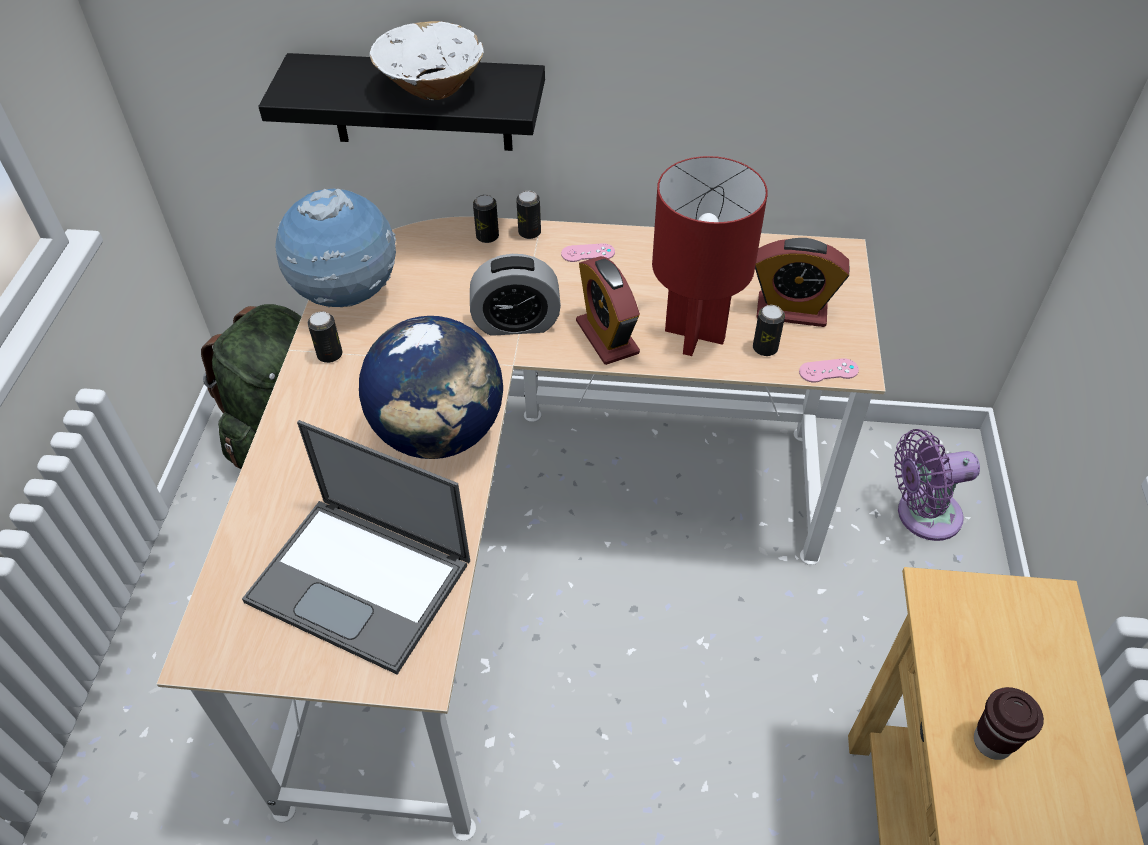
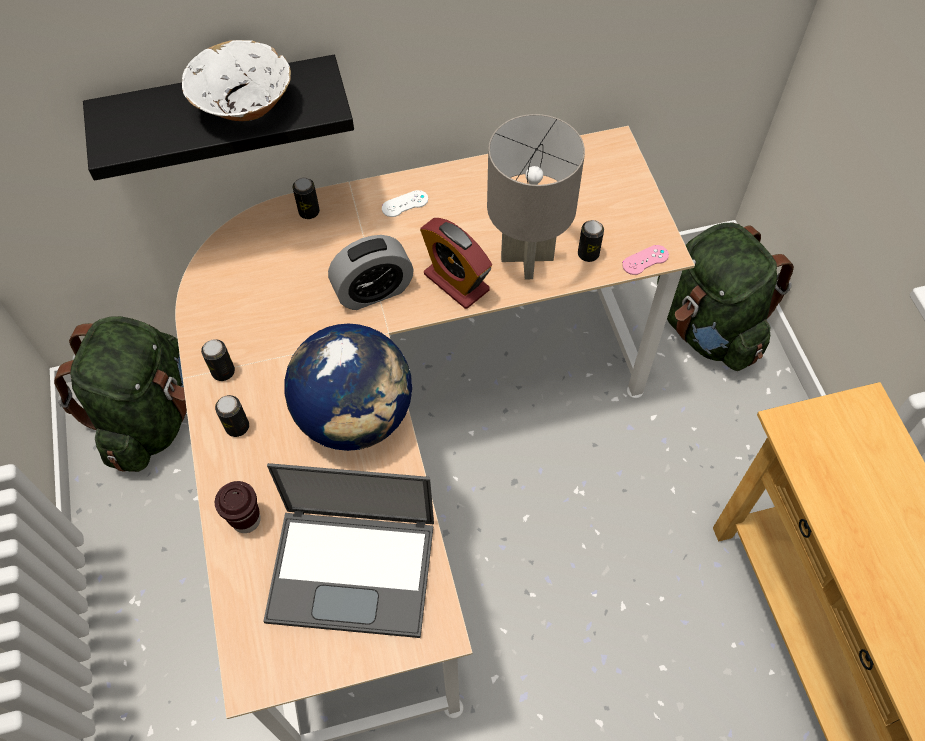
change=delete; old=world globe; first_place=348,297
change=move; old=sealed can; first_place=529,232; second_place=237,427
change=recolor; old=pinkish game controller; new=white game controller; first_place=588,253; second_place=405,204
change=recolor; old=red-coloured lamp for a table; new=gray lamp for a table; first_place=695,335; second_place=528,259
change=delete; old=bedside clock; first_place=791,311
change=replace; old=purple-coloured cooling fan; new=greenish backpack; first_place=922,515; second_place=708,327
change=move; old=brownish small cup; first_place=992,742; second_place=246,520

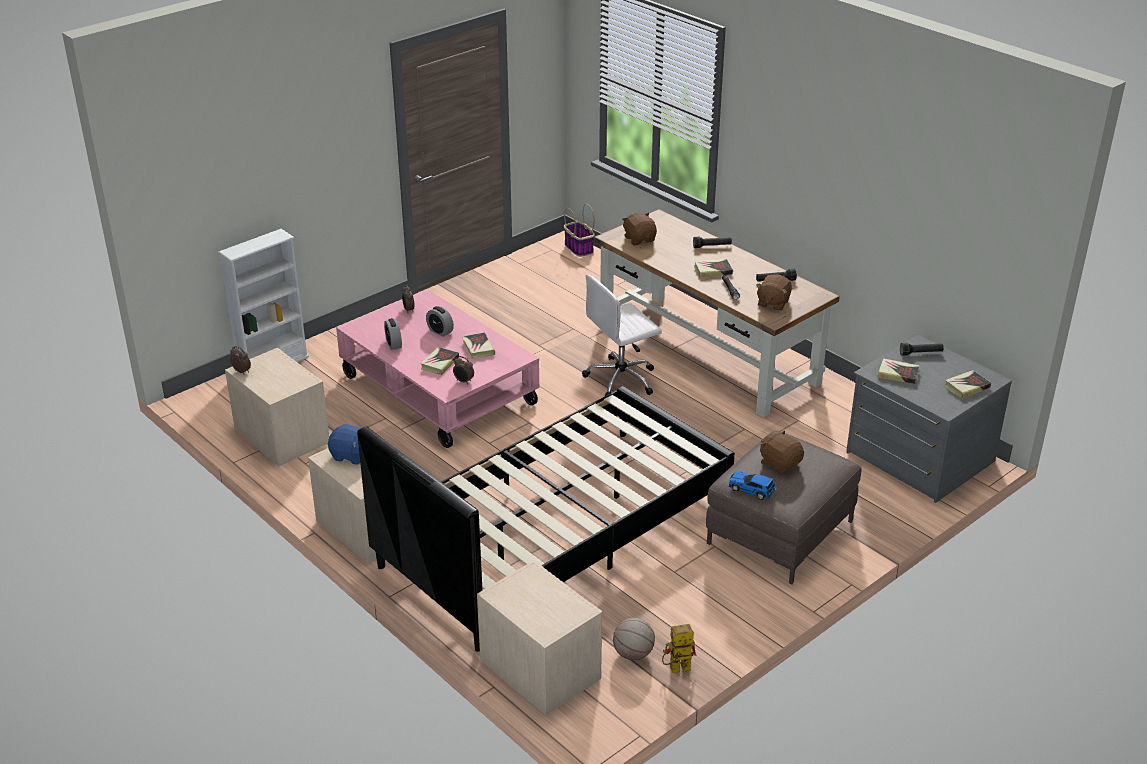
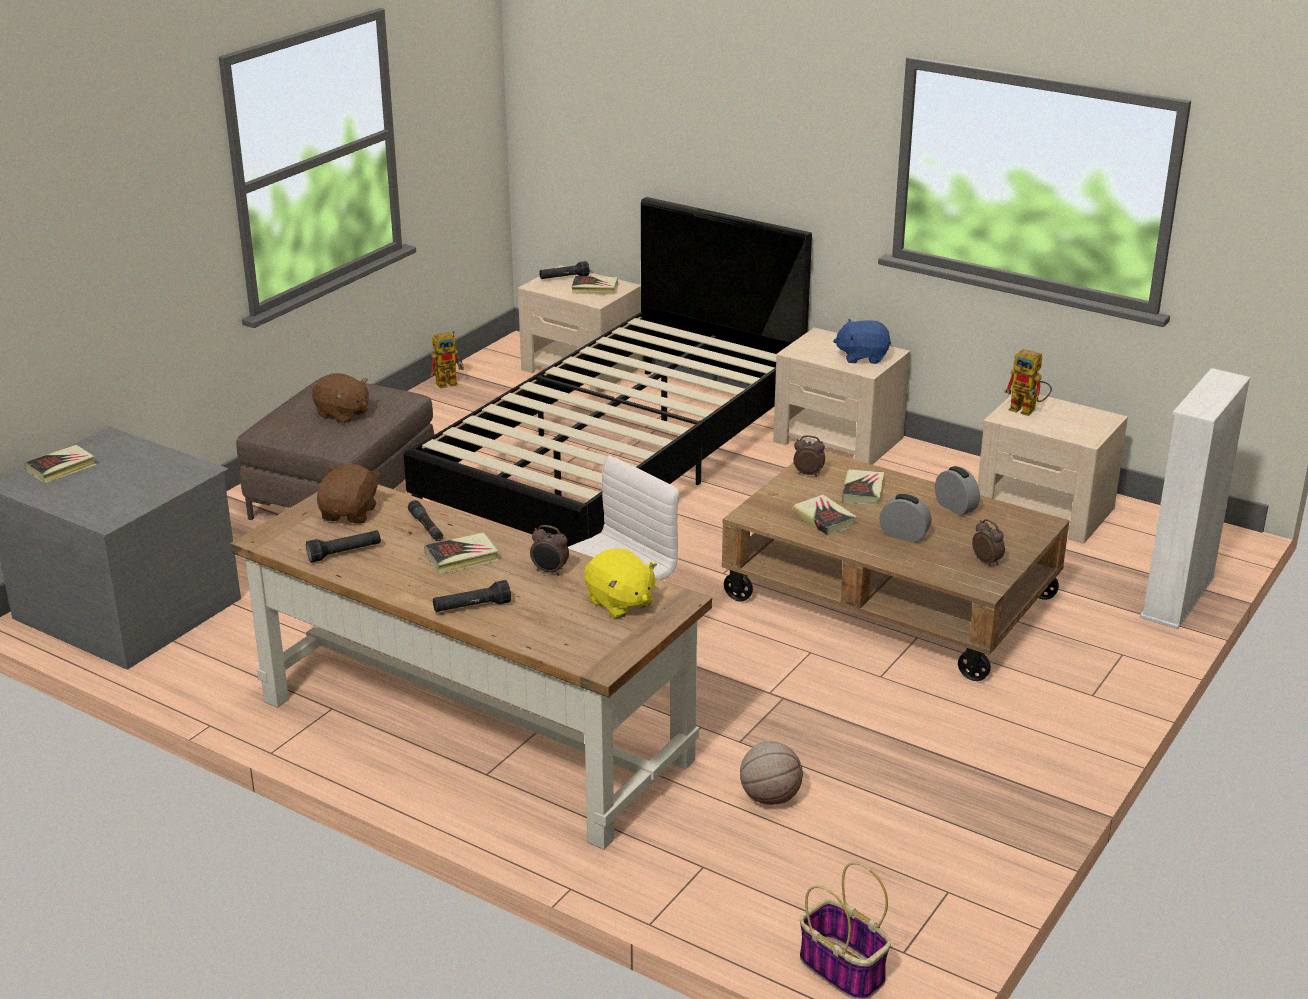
change=move; old=bedside clock; first_place=242,371; second_place=549,571
change=recolor; old=pinkish low table; new=brownish low table; first_place=439,389; second_place=889,599
change=move; old=basketball ball; first_place=633,654; second_place=769,797
change=recolor; old=brownish soft toy; new=yellow-coloured soft toy; first_place=639,239; second_place=619,603
change=delete; old=model car; first_place=752,489
change=move; old=bound book; first_place=898,374; second_place=595,289
change=move; old=black-coloured flashlight; first_place=921,353; second_place=564,278
change=insert; new=robot figure; second_place=1028,410

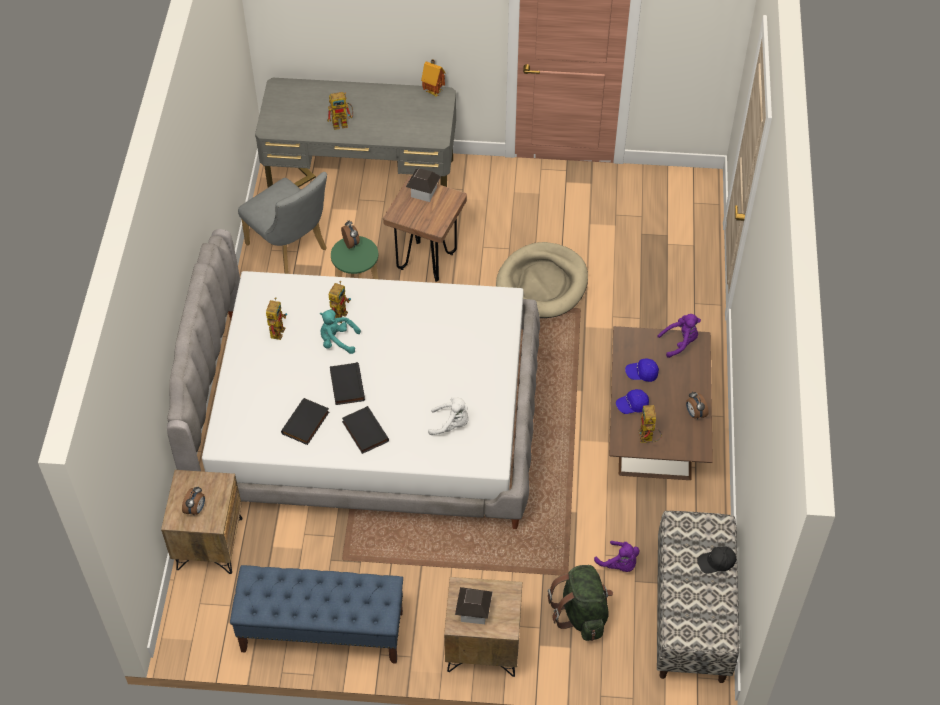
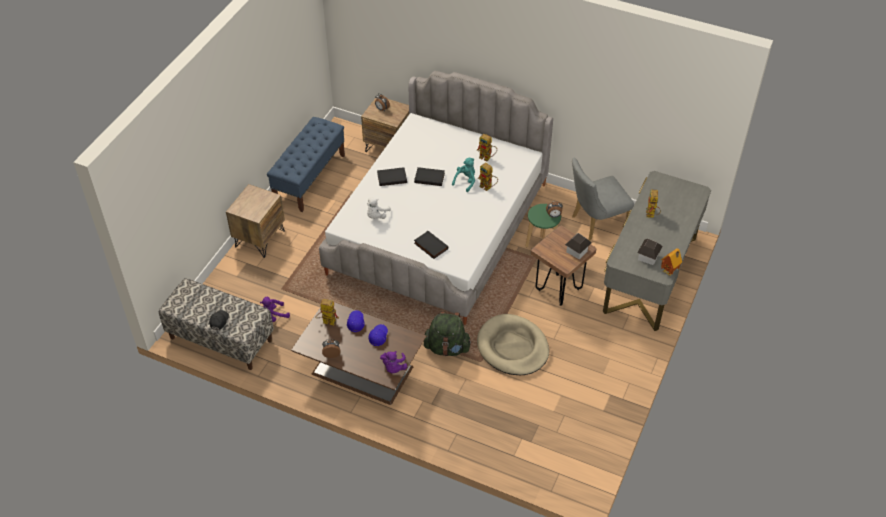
change=move; old=black-coloured bound book; first_place=306,424; second_place=430,246
change=move; old=toy house; first_place=473,611; second_place=648,257
change=move; old=greenish backpack; first_place=581,613; second_place=447,348

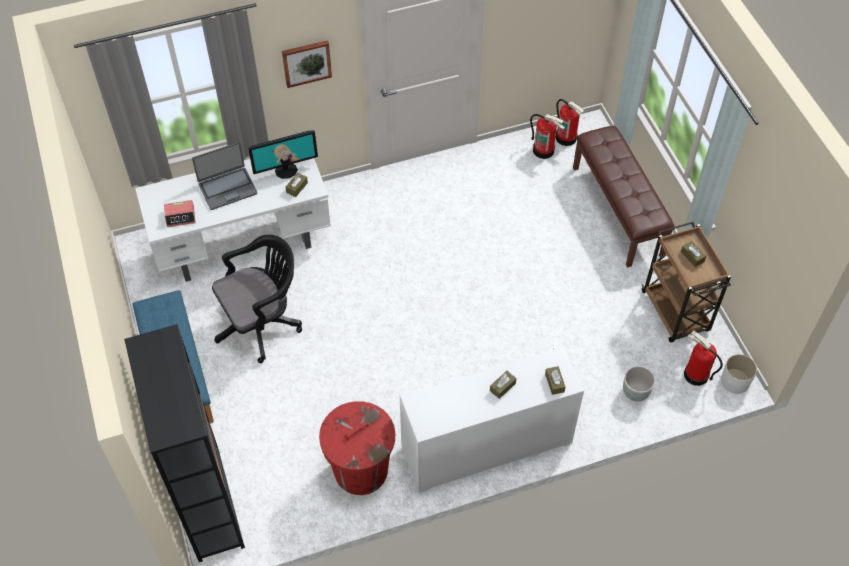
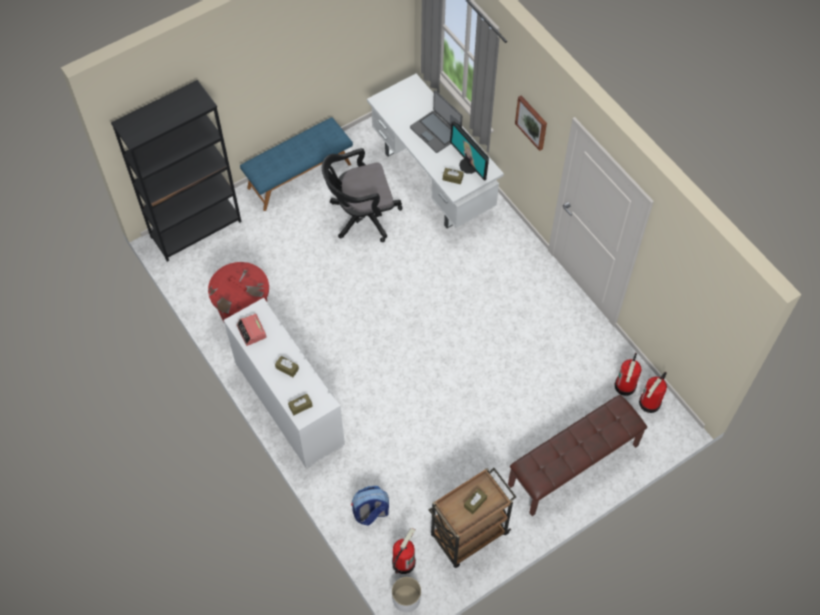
change=move; old=bedside clock; first_place=180,216; second_place=251,331
change=rotate; old=black-coloured computer chair; first_place=262,323; second_place=361,216; degrees=120
change=replace; old=gray plant pot; new=backpack; first_place=635,392; second_place=370,513

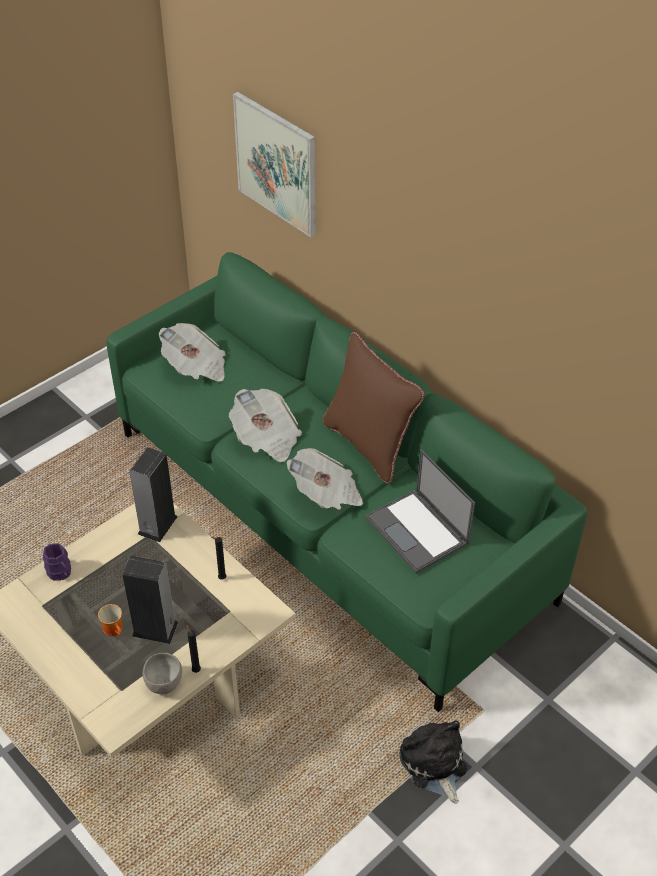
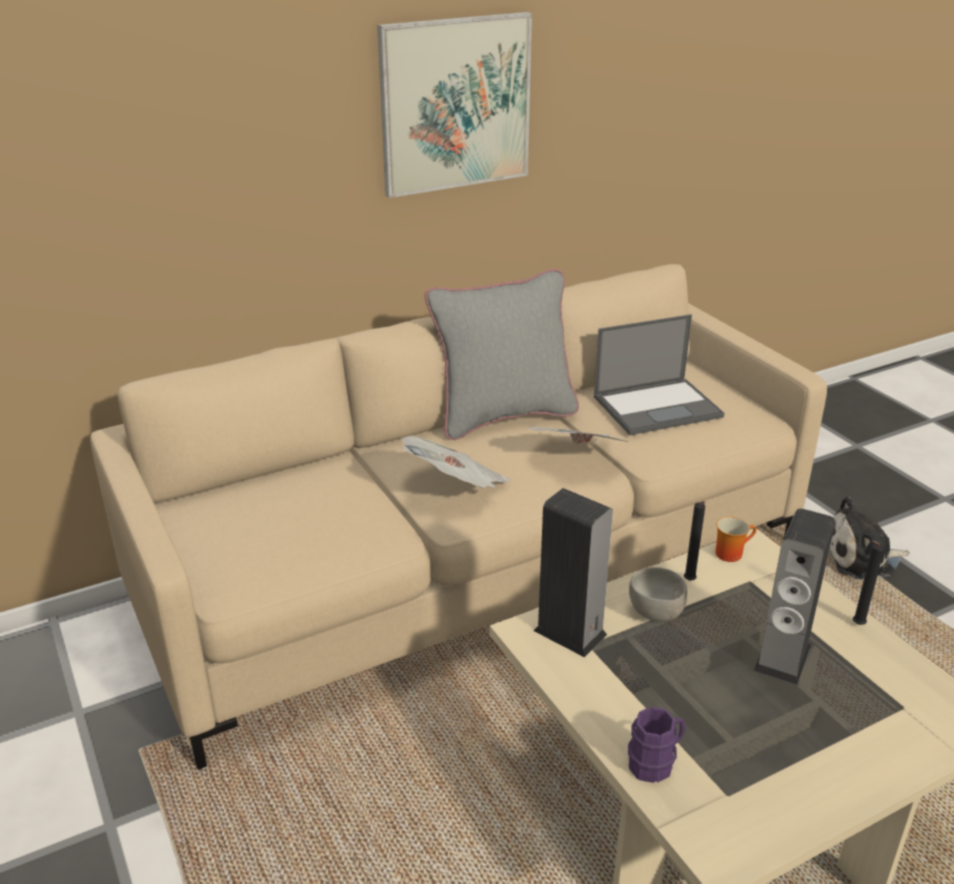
change=move; old=coffee mug; first_place=115,629; second_place=730,552
change=recolor; old=greenish couch; new=sand-coloured couch; first_place=328,515; second_place=477,573
change=move; old=gray bowl; first_place=163,683; second_place=656,614
change=delete; old=newspaper; first_place=195,367
change=move; old=wall art; first_place=277,164; second_place=455,104
change=recolor; old=brownish pillow; new=gray pillow; first_place=369,445; second_place=503,416

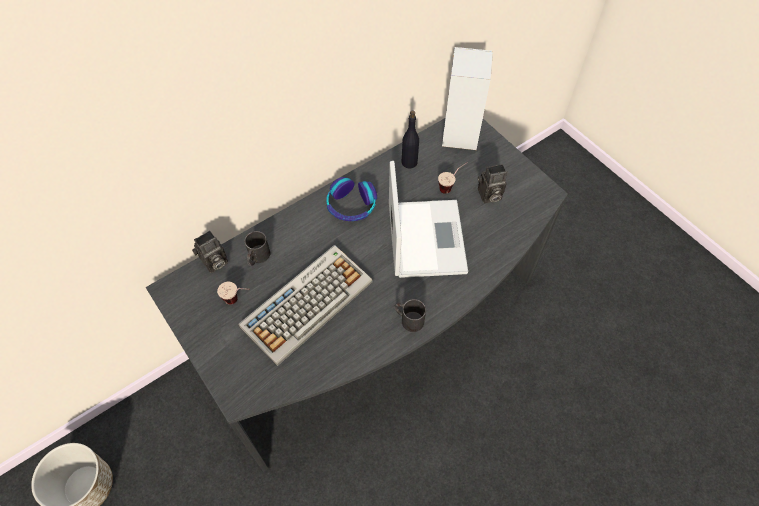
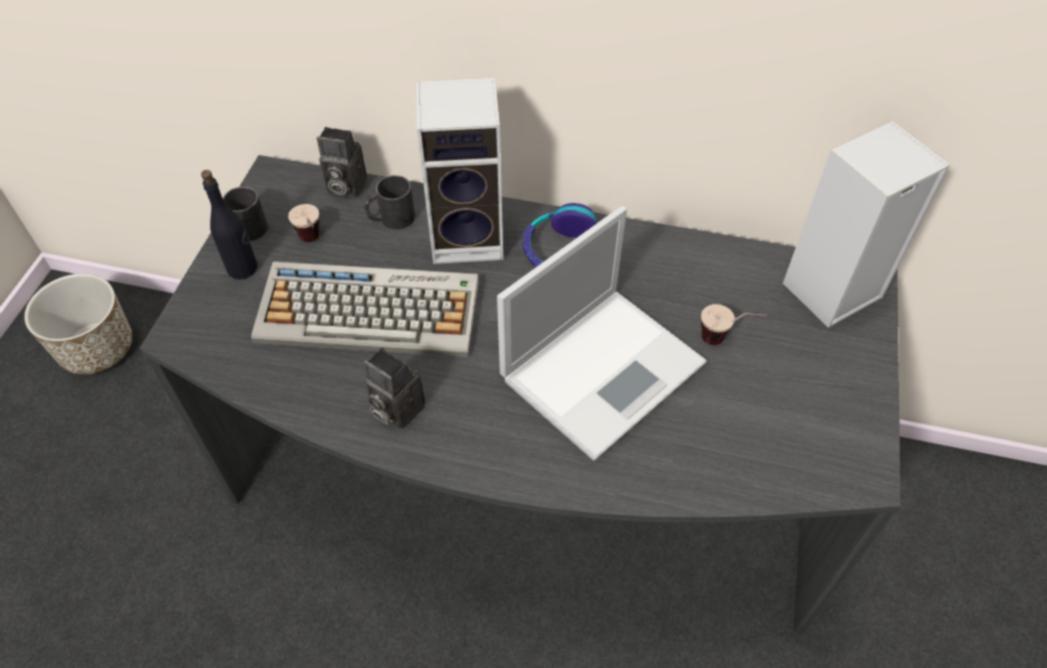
change=move; old=black-coloured coffee mug; first_place=408,319; second_place=250,223
change=move; old=black-coloured bottle; first_place=409,162; second_place=243,268
change=move; old=photo camera; first_place=488,196; second_place=394,409
change=insert; new=audio speaker; second_place=470,236

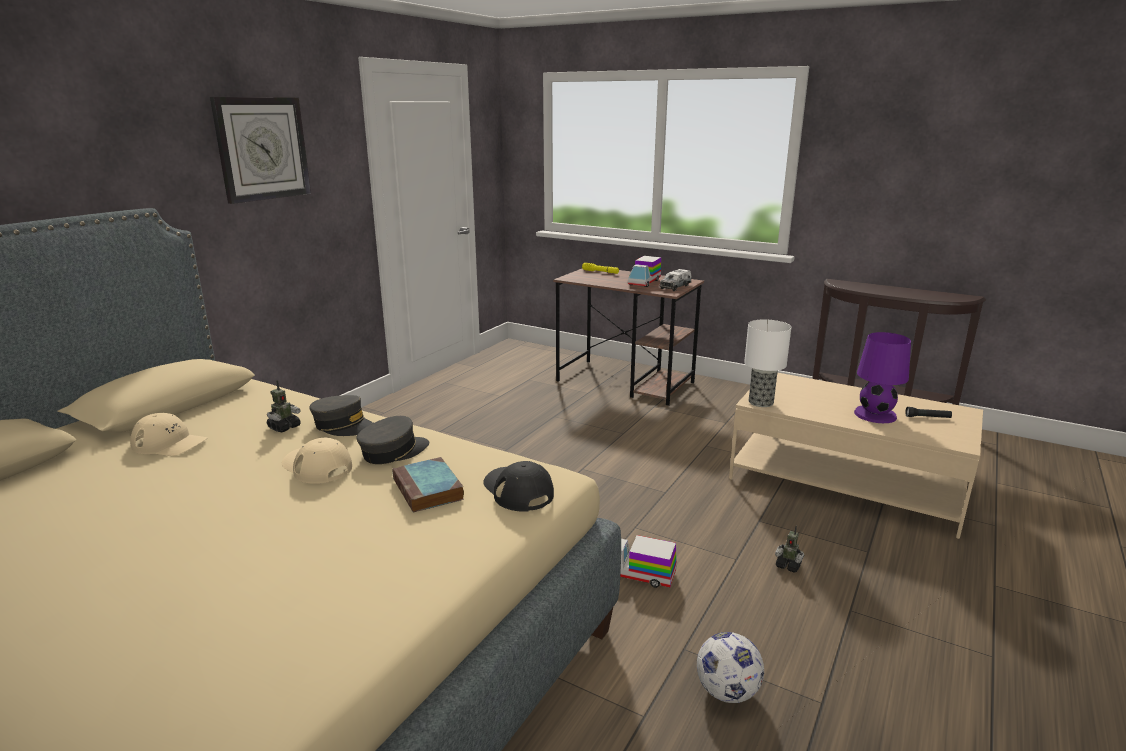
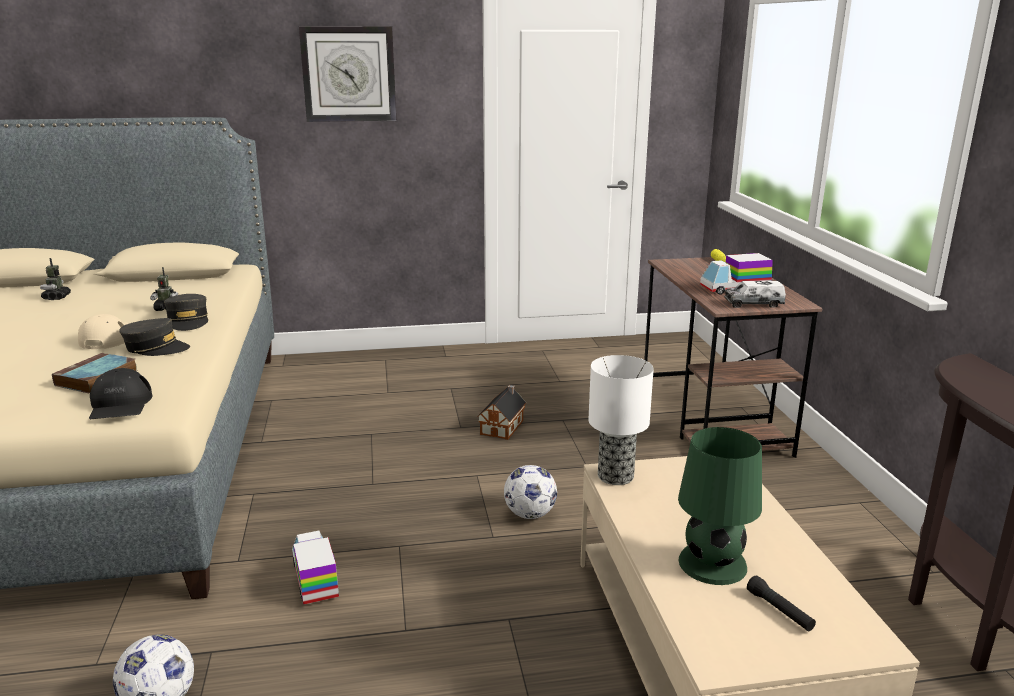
change=delete; old=sand-coloured peaked cap; first_place=169,443
change=rotate; old=black-coloured peaked cap; first_place=518,490; second_place=120,405; degrees=150
change=move; old=robot figure; first_place=788,565; second_place=57,297
change=recolor; old=purple-coloured lamp for a table; new=greenish lamp for a table; first_place=875,414; second_place=713,564
change=insert; new=toy house; second_place=503,426
change=insert; new=football; second_place=530,514

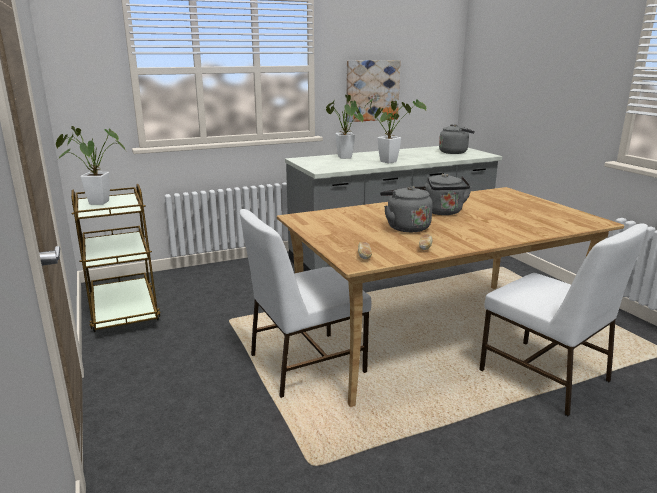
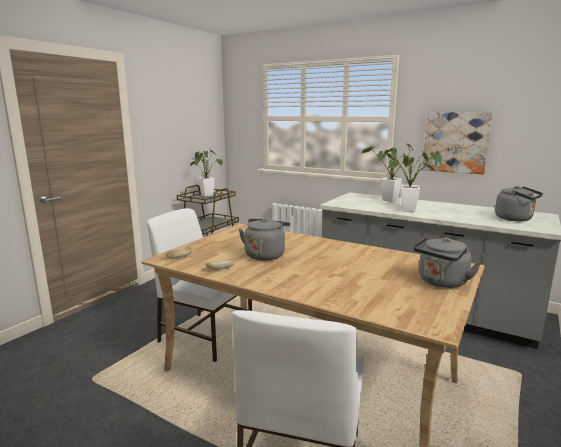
change=move; old=gray water kettle; first_place=443,212; second_place=441,282

